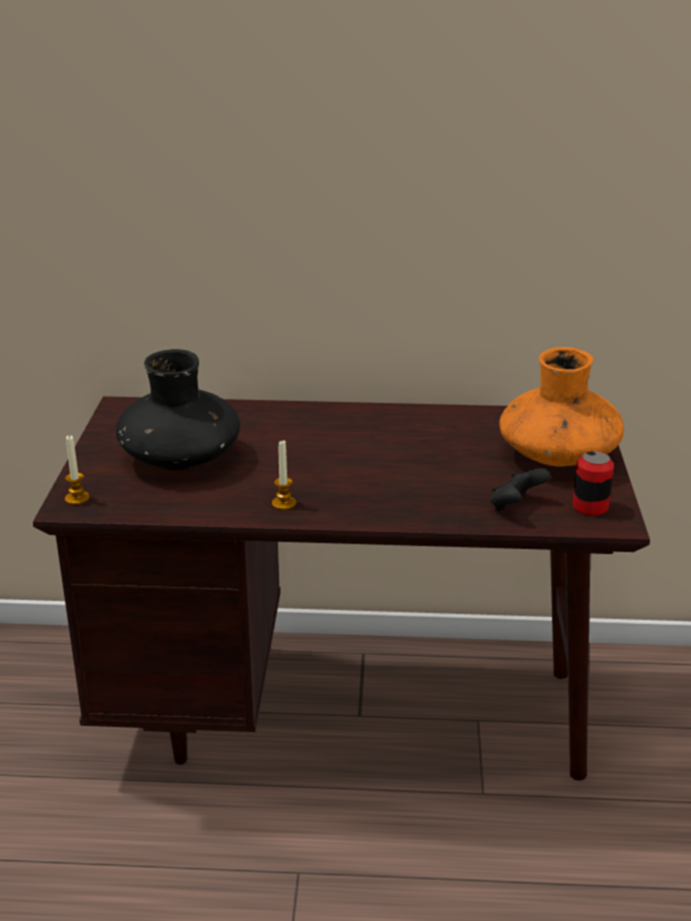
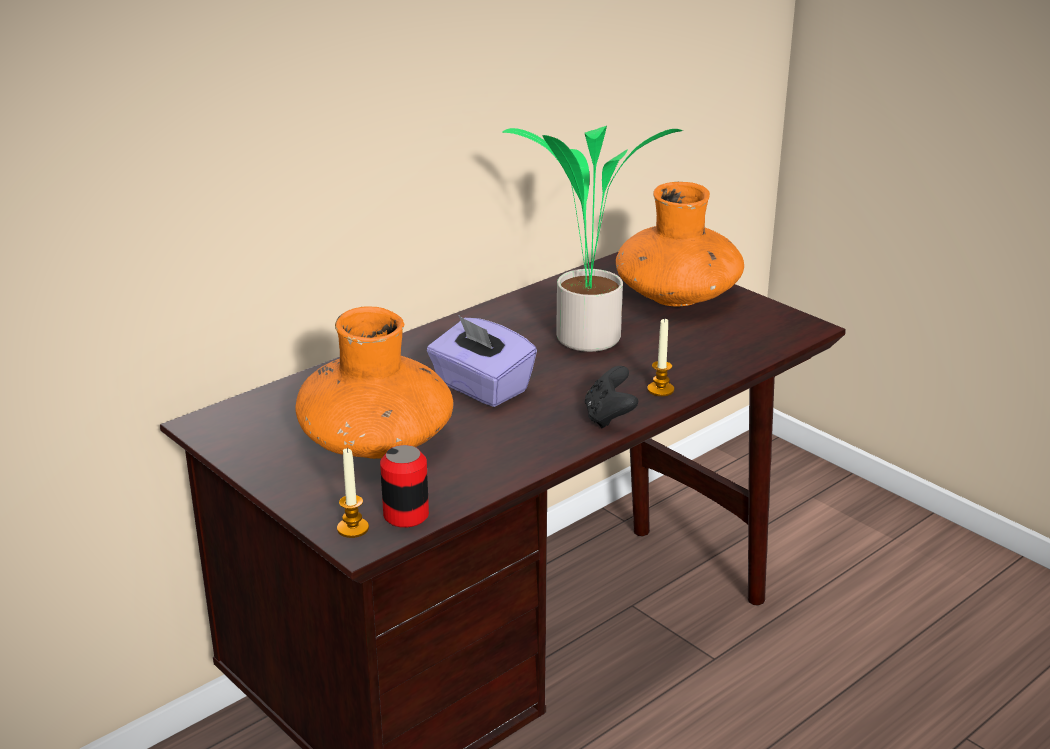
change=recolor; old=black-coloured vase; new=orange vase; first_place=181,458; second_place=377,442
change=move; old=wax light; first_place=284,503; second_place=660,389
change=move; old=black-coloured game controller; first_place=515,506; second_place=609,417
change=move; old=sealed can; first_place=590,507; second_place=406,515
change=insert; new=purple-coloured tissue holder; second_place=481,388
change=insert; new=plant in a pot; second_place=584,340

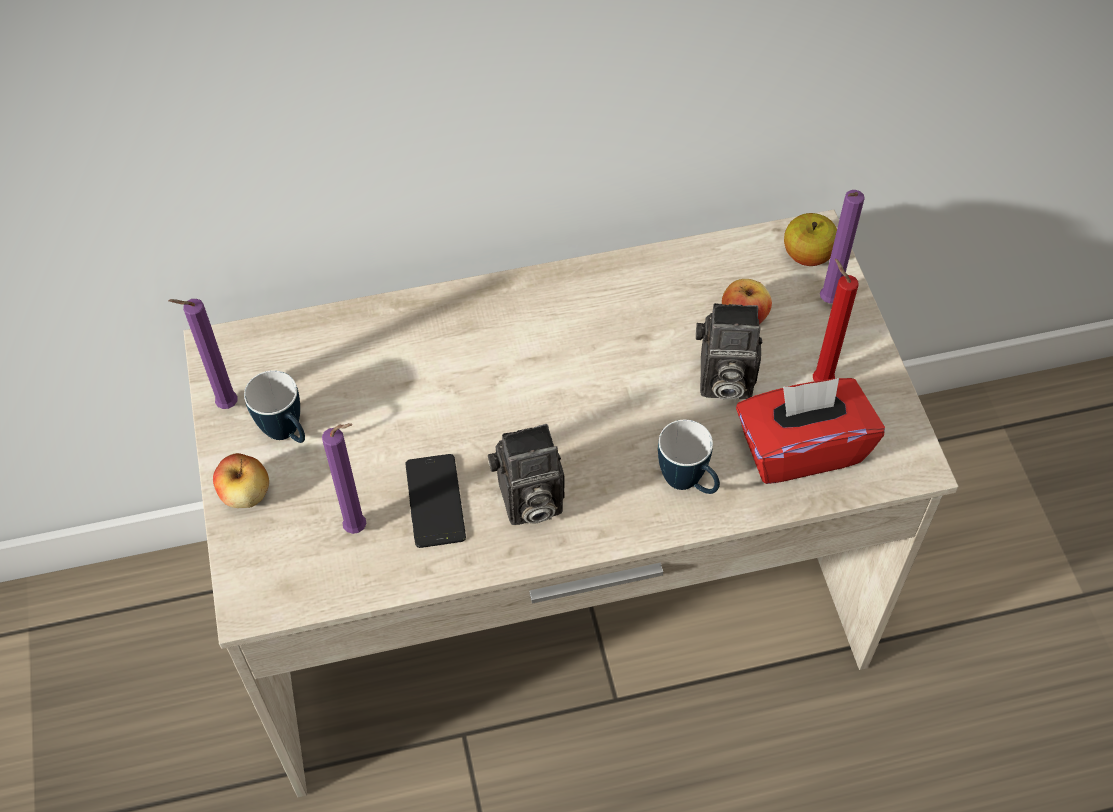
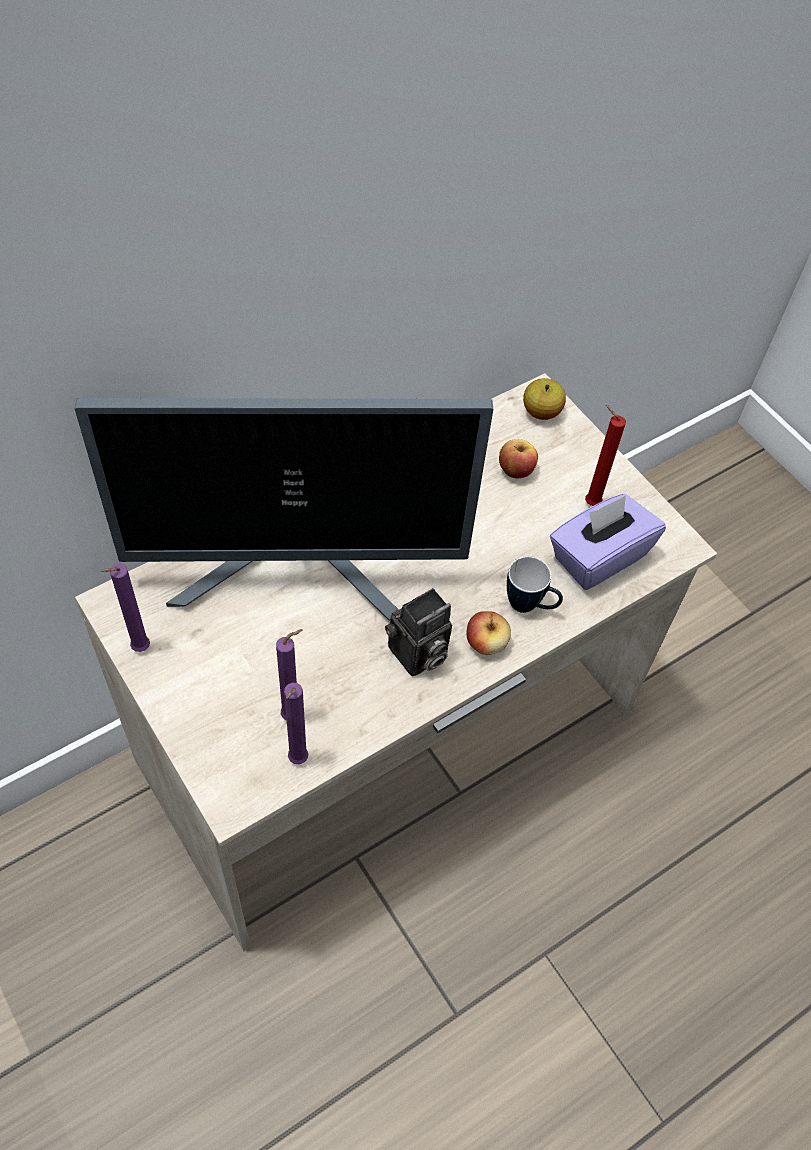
change=move; old=apple; first_place=246,494; second_place=486,643
change=delete; old=coffee mug; first_place=287,434
change=delete; old=phone; first_place=435,501
change=delete; old=photo camera; first_place=722,381
change=recolor; old=red-coloured tissue holder; new=purple-coloured tissue holder; first_place=801,448; second_place=598,556
change=move; old=purple-coloured wax light; first_place=827,303; second_place=297,761
change=insert; new=computer screen; second_place=296,572

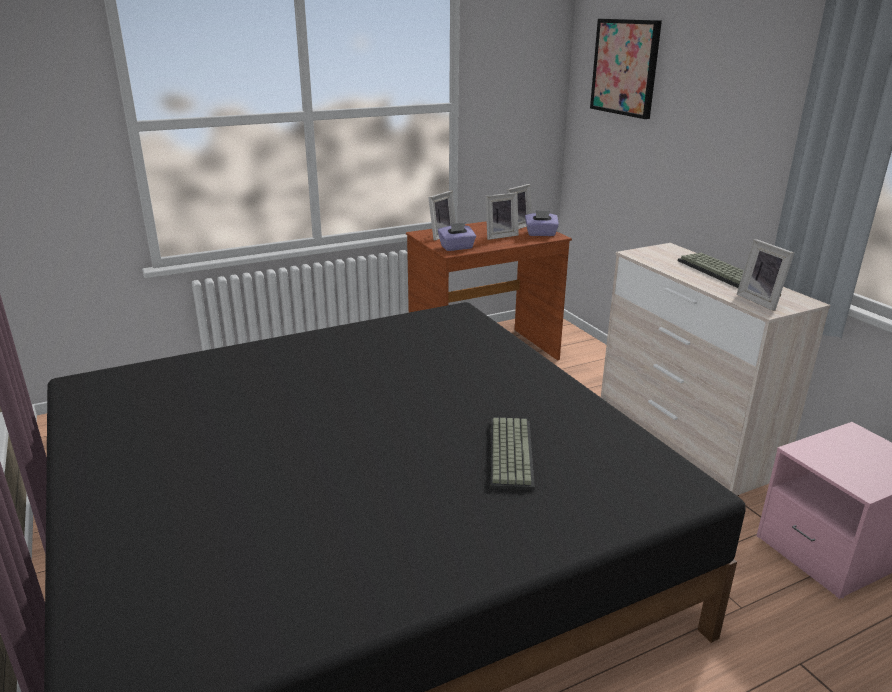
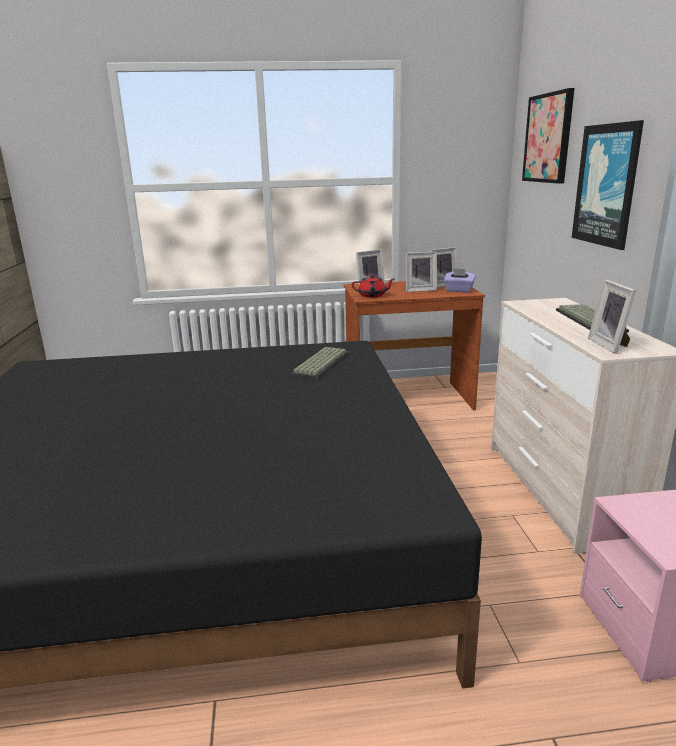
change=replace; old=purple-coloured tissue holder; new=red-coloured teapot; first_place=457,247; second_place=373,295
change=move; old=computer keyboard; first_place=508,452; second_place=320,363
change=insert; new=wall art; second_place=606,185

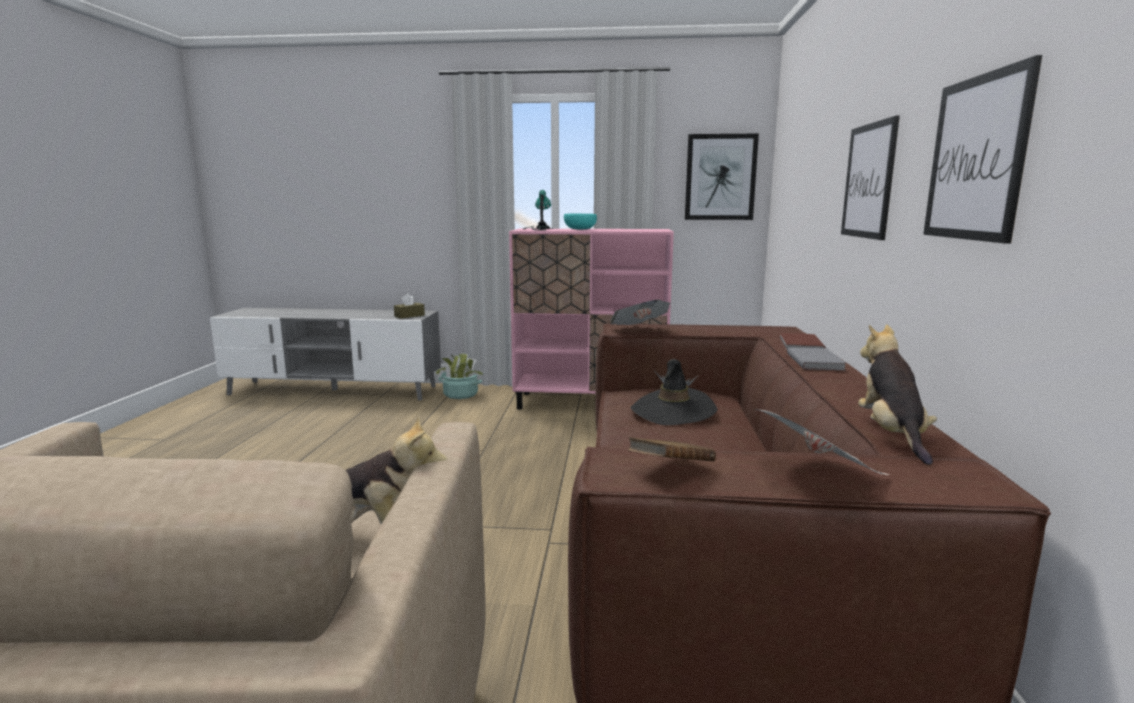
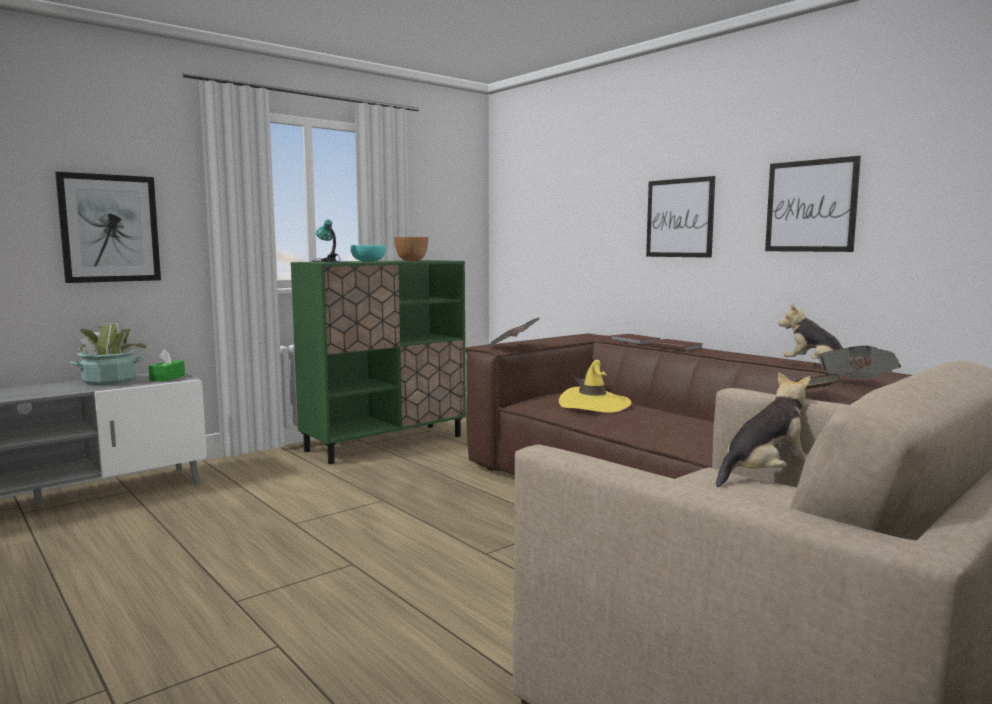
change=recolor; old=brownish tissue holder; new=greenish tissue holder; first_place=409,316; second_place=167,378
change=move; old=plant in a pot; first_place=461,394; second_place=109,381
change=recolor; old=pinkish cabinet; new=greenish cabinet; first_place=591,403; second_place=386,443
change=recolor; old=black-coloured wearable hat; new=yellow-coloured wearable hat; first_place=673,411; second_place=594,405
change=move; old=wall art; first_place=720,177; second_place=110,228
change=recolor; old=gray bound book; new=brownish bound book; first_place=816,361; second_place=675,347
change=insert; new=bowl; second_place=411,260

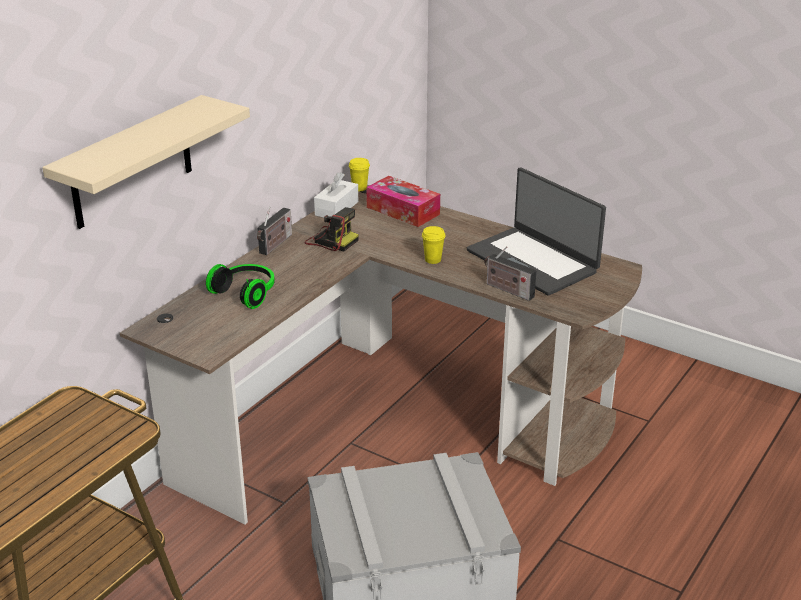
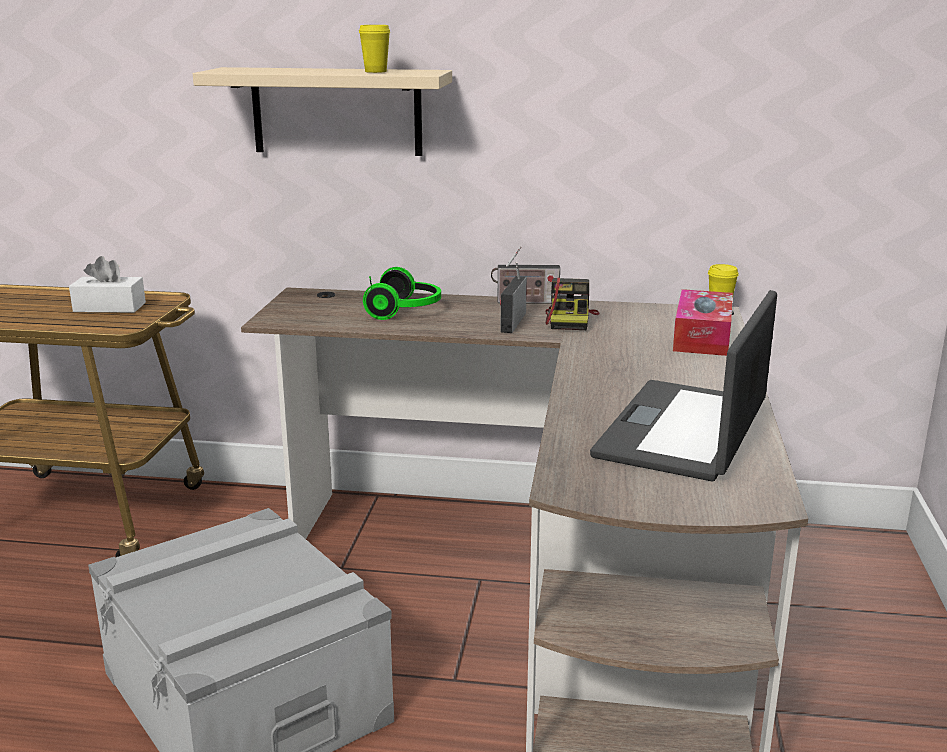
change=move; old=white tissue holder; first_place=336,208; second_place=109,307
change=move; old=yellow-coloured small cup; first_place=433,260; second_place=375,71
change=move; old=radio receiver; first_place=507,290; second_place=513,321

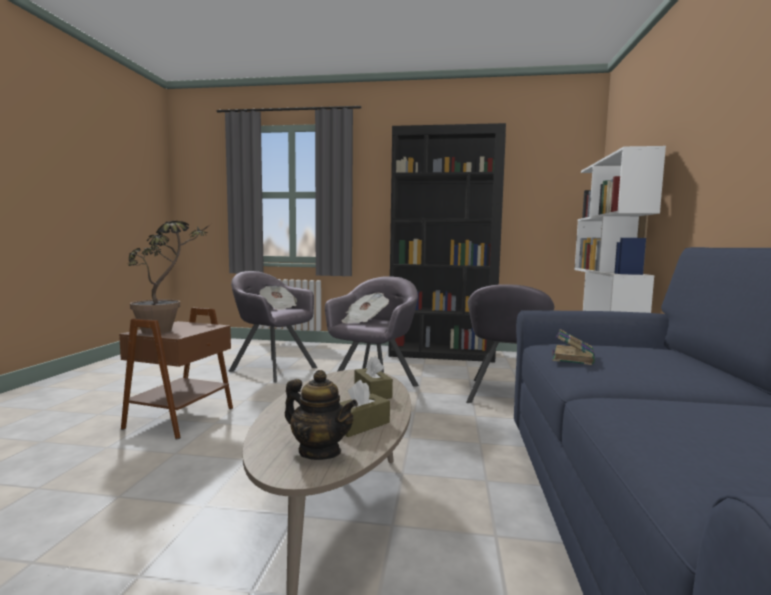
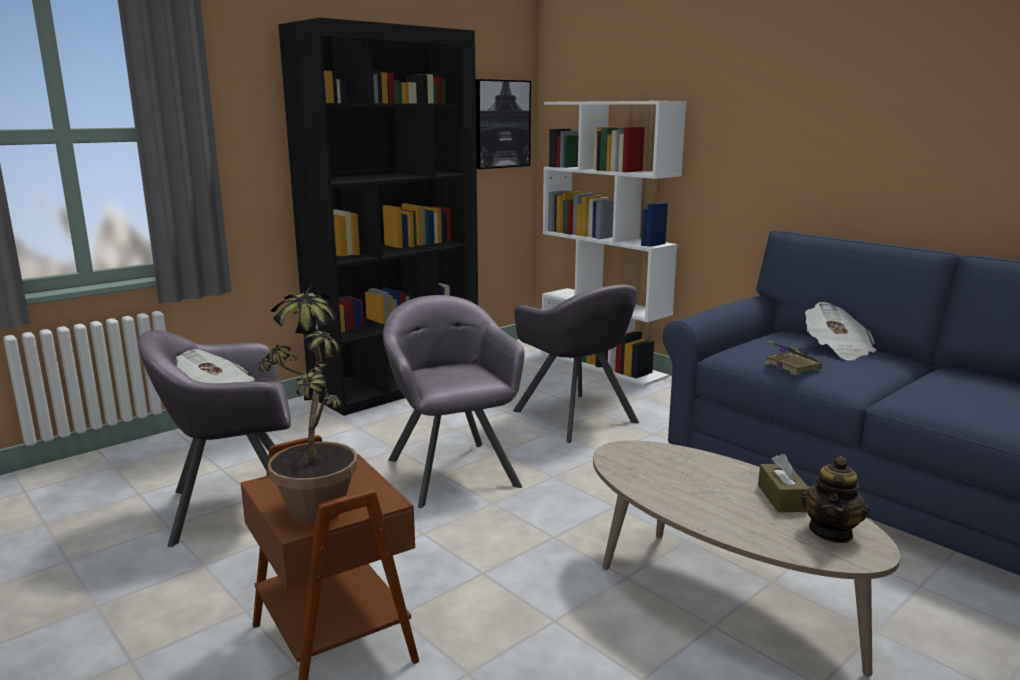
change=rotate; old=teapot; first_place=319,451; second_place=831,532; degrees=135
change=move; old=newspaper; first_place=364,321; second_place=837,349
change=delete; old=brownish tissue holder; first_place=372,392
change=insert; new=wall art; second_place=501,124

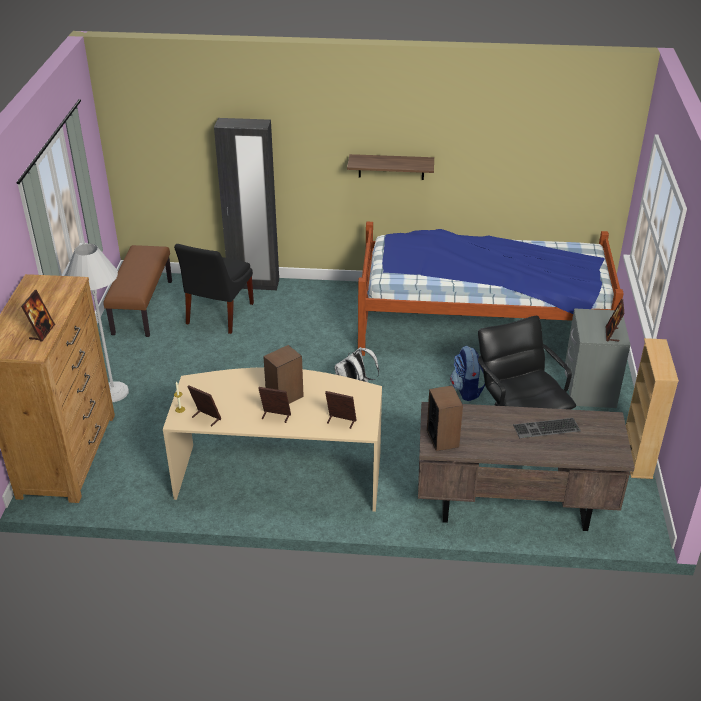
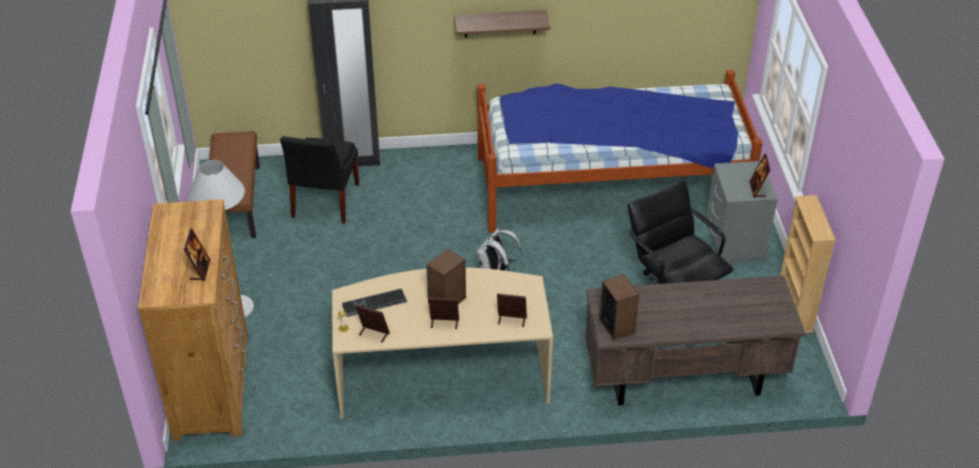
change=delete; old=backpack; first_place=467,390
change=move; old=computer keyboard; first_place=546,429; second_place=374,304

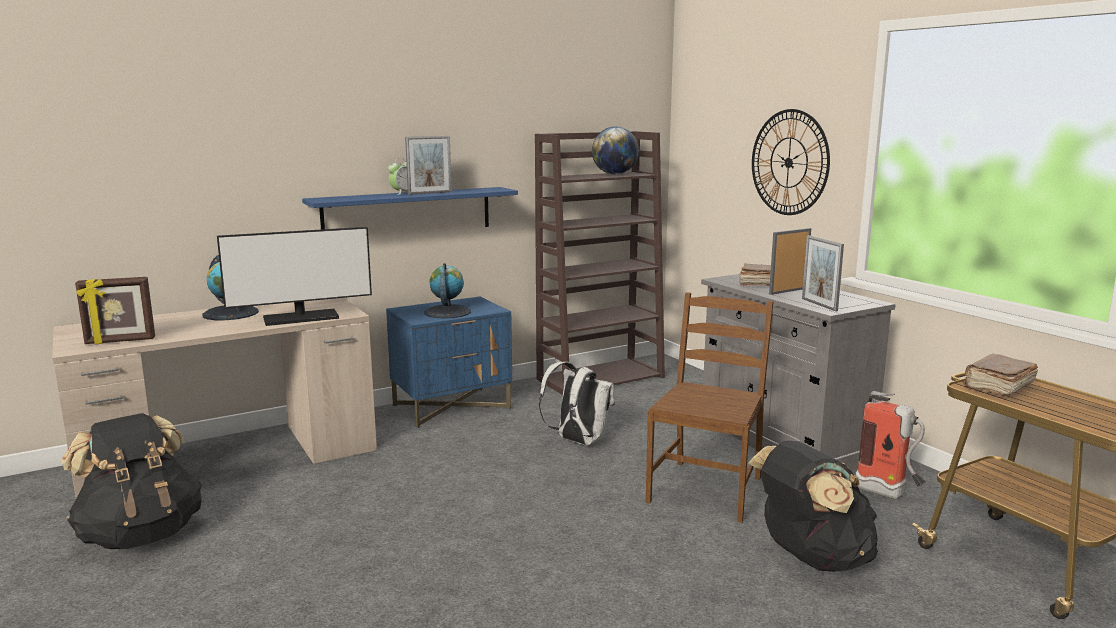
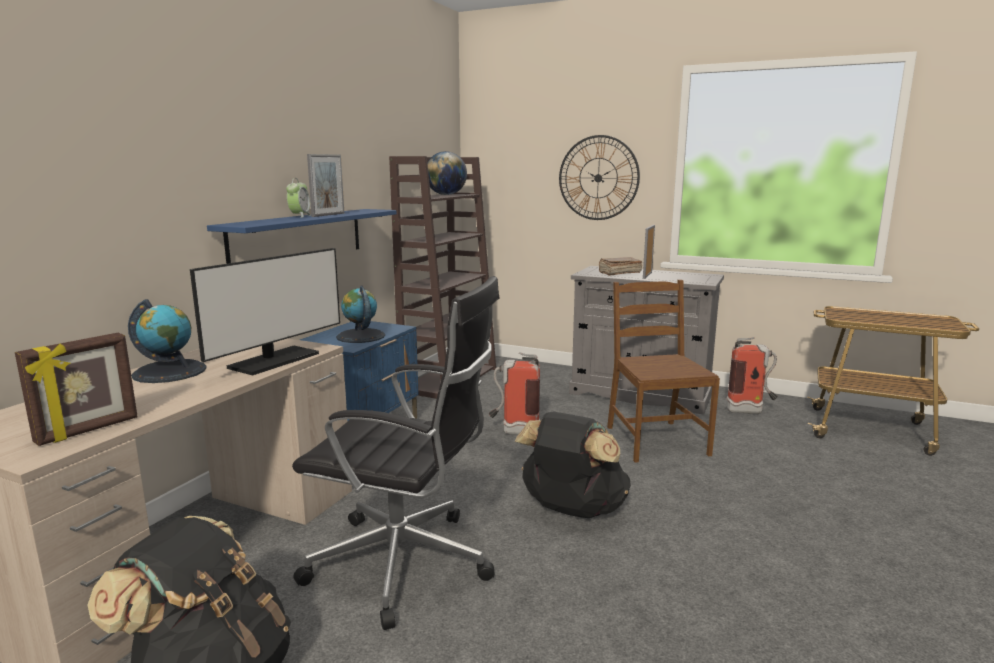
change=replace; old=white backpack; new=fire-fighting cylinder; first_place=578,441; second_place=514,432
change=move; old=black-coloured backpack; first_place=811,558; second_place=571,510
change=delete; old=photo frame; first_place=819,304
change=delete; old=brownish bound book; first_place=997,386
change=insert; new=black-coloured computer chair; second_place=405,564

